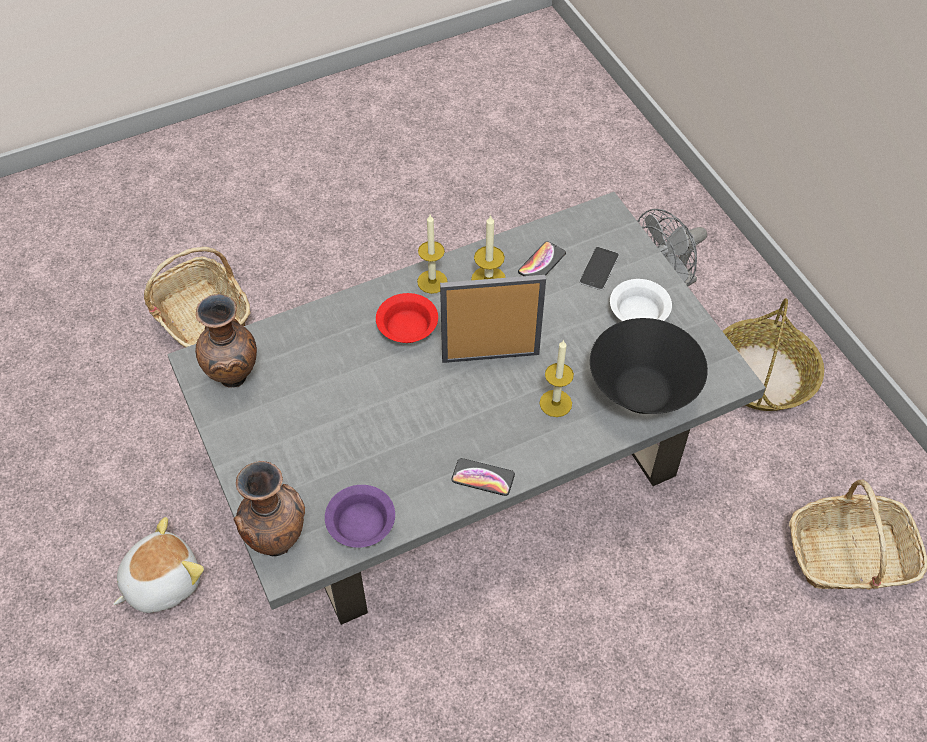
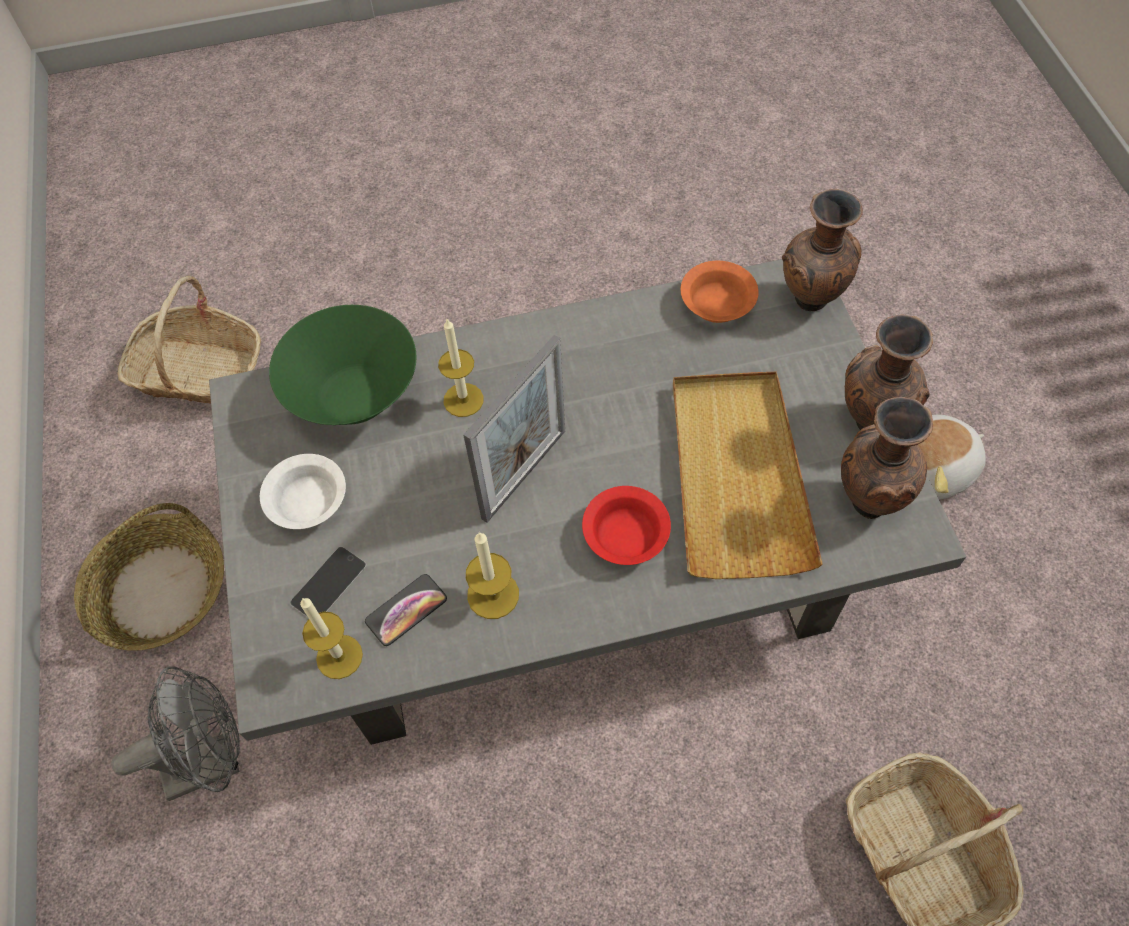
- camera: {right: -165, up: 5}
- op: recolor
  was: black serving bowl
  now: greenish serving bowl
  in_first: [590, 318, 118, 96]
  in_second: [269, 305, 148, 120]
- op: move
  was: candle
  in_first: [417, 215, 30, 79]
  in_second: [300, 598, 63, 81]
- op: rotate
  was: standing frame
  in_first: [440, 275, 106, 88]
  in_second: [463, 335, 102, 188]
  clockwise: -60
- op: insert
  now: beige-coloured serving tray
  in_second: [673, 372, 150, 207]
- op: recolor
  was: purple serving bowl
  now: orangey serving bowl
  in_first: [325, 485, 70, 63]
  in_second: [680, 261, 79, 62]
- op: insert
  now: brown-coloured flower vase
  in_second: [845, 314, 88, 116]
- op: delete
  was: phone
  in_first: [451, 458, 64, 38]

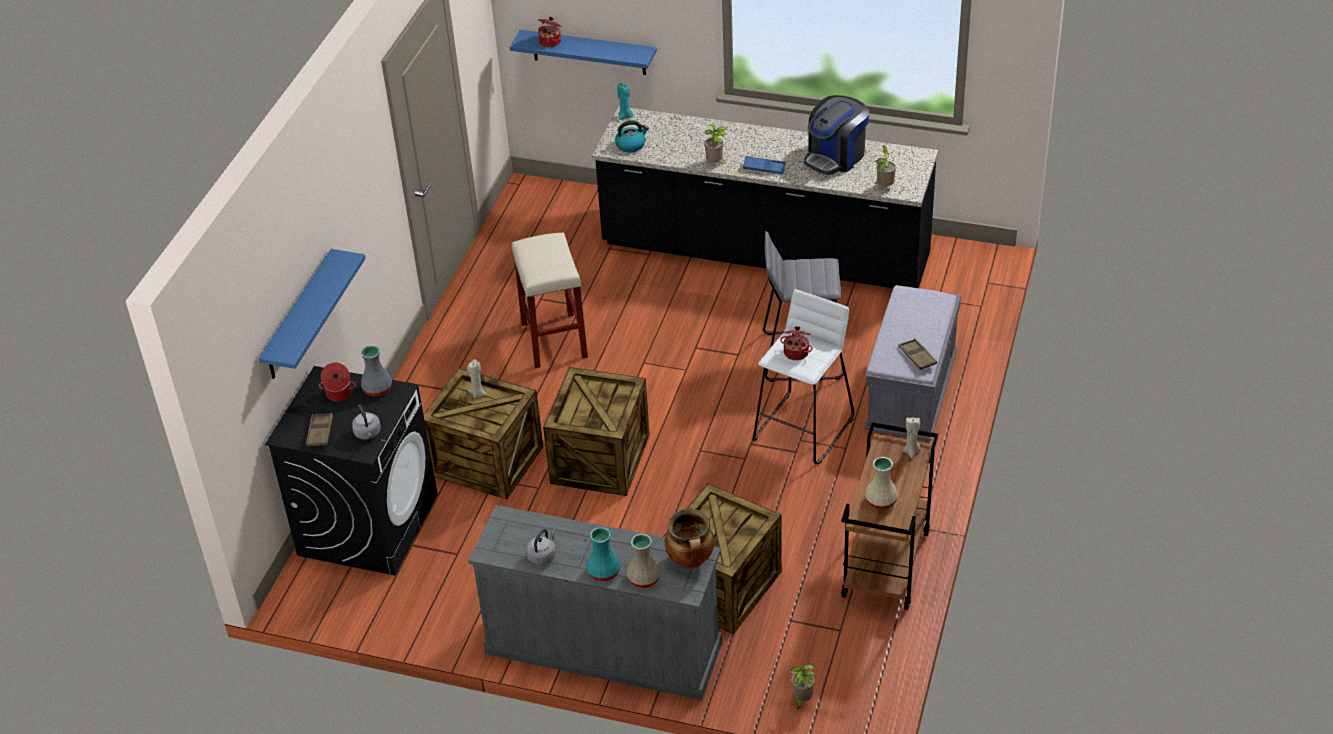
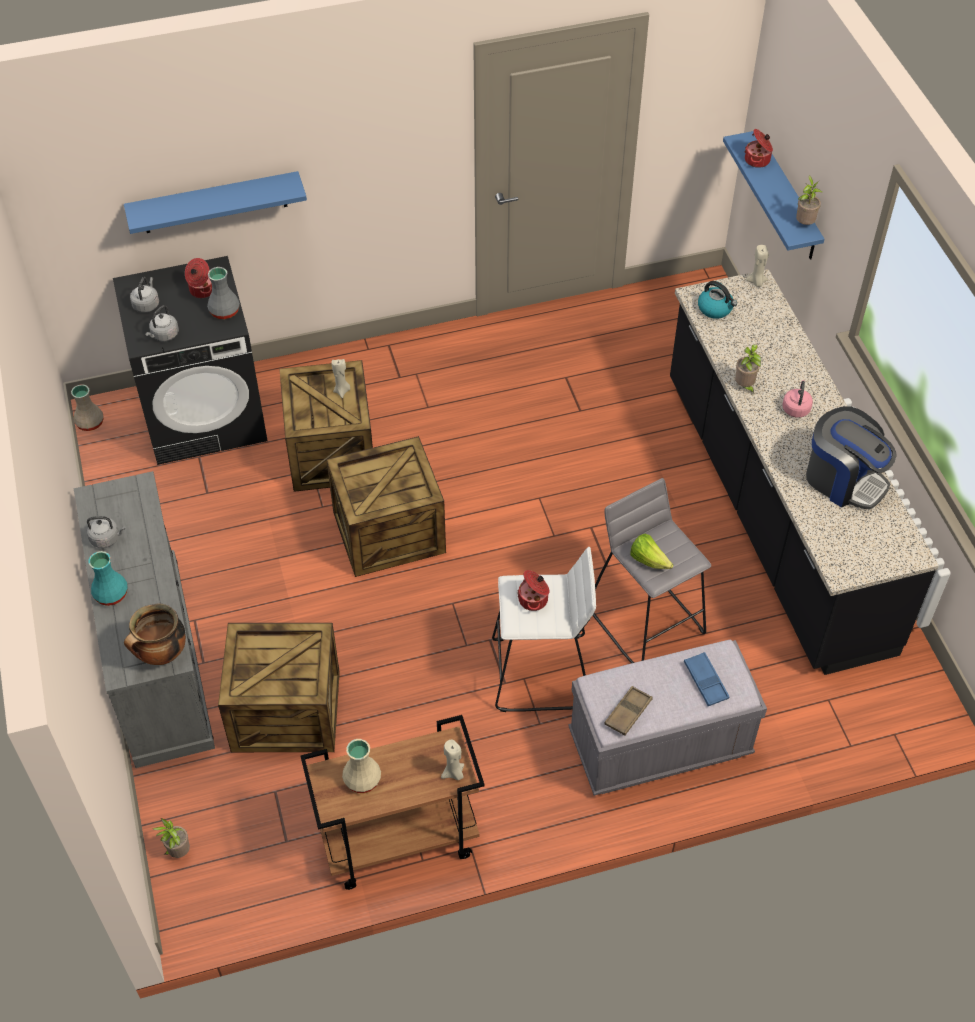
- camera: {right: 55, up: 10}
- op: move
  was: beige-coloured flower vase
  in_first: [627, 534, 34, 54]
  in_second: [71, 384, 33, 47]
- op: replace
  was: brown-coloured serving tray
  now: greyish tea kettle
  in_first: [306, 413, 27, 34]
  in_second: [130, 277, 29, 36]
- op: insert
  now: lettuce head
  in_second: [631, 533, 43, 36]
- op: move
  was: blue-coloured serving tray
  in_first: [743, 156, 43, 19]
  in_second: [684, 652, 46, 54]
- op: recolor
  was: blue-green candle
  now: beige-coloured candle
  in_first: [617, 83, 16, 37]
  in_second: [746, 245, 23, 42]
- op: insert
  now: pink-coloured tea kettle
  in_second: [782, 380, 31, 38]
- op: move
  was: potted plant
  in_first: [874, 145, 22, 41]
  in_second: [796, 175, 26, 50]
- op: rotate
  was: coffee brewer
  in_first: [804, 95, 65, 80]
  in_second: [806, 406, 90, 104]
  clockwise: -150
- op: delete
  was: beige-coloured stool seat
  in_first: [512, 232, 76, 136]

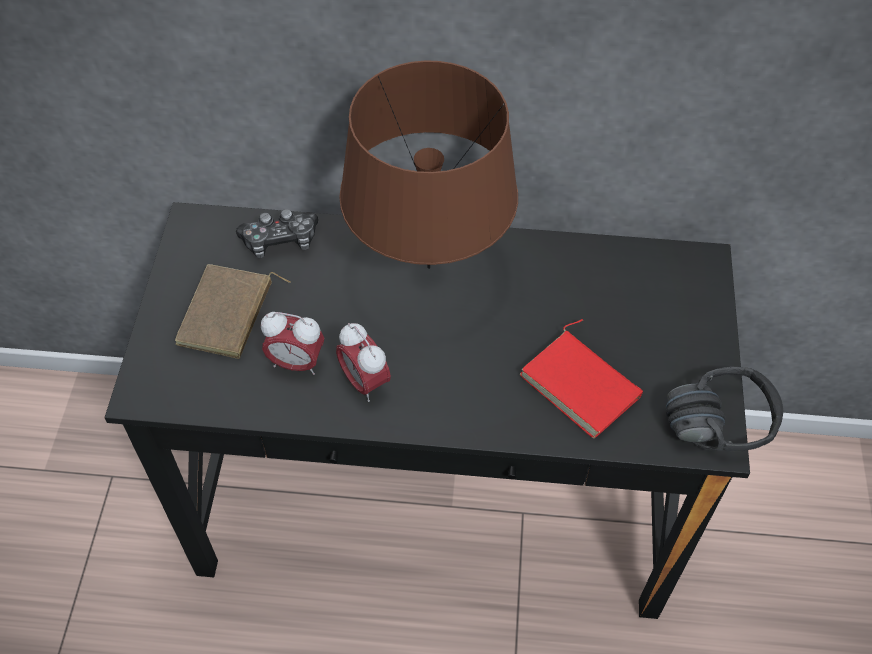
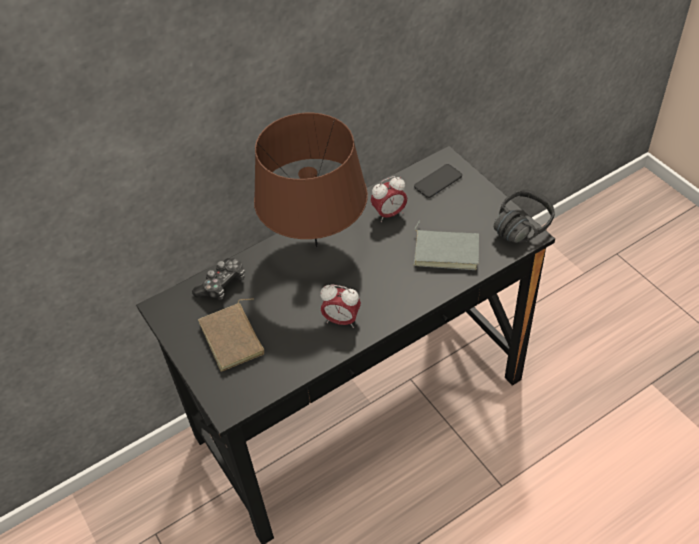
- camera: {right: -35, up: -5}
- op: move
  was: alarm clock
  in_first: [261, 312, 63, 63]
  in_second: [371, 176, 37, 46]
- op: insert
  now: phone
  in_second: [414, 164, 48, 34]
- op: recolor
  was: red-coloured bound book
  now: greyish bound book
  in_first: [520, 319, 123, 119]
  in_second: [414, 220, 65, 50]

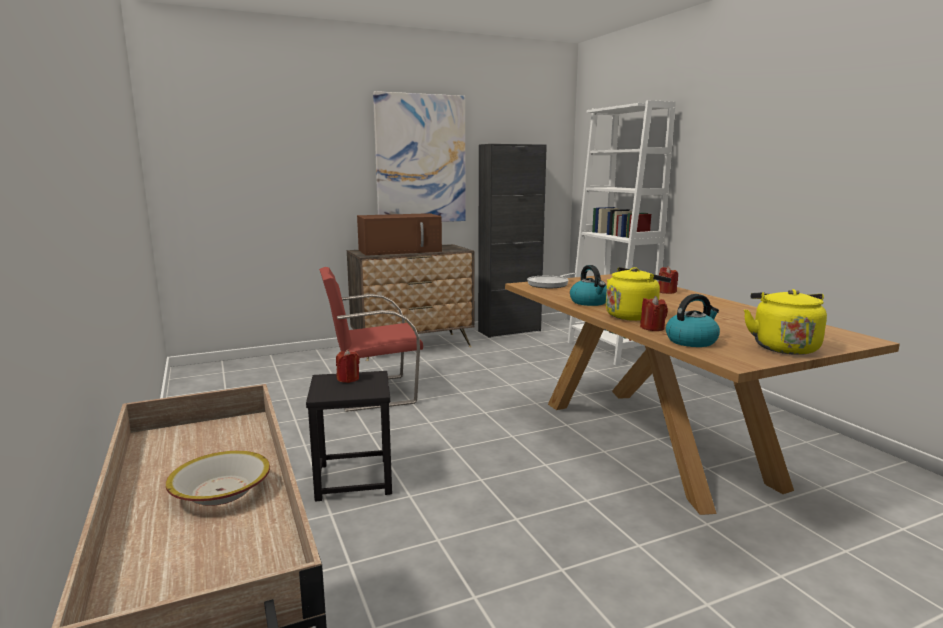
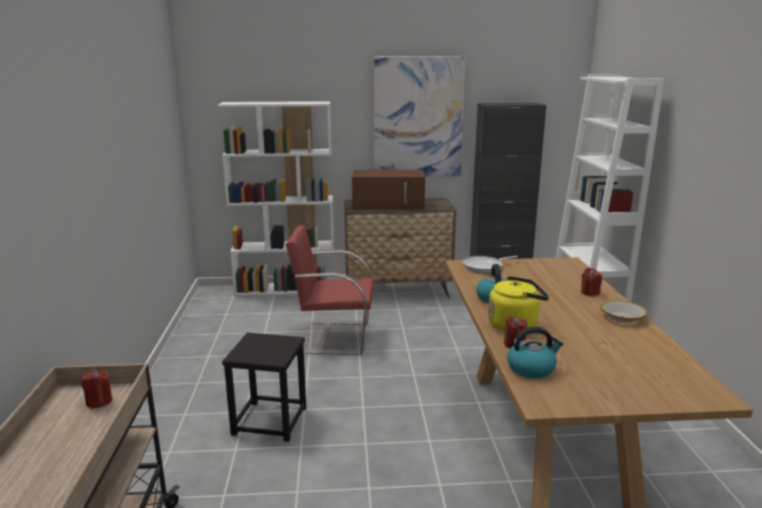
- camera: {right: 20, up: 5}
- op: move
  was: red-coloured candle
  in_first: [336, 349, 24, 34]
  in_second: [81, 369, 31, 40]
- op: insert
  now: whitish bookshelf
  in_second: [218, 101, 116, 195]
- op: move
  was: serving bowl
  in_first: [166, 451, 104, 55]
  in_second: [600, 300, 48, 23]
- op: delete
  was: yellow-coloured tea kettle
  in_first: [744, 289, 83, 66]

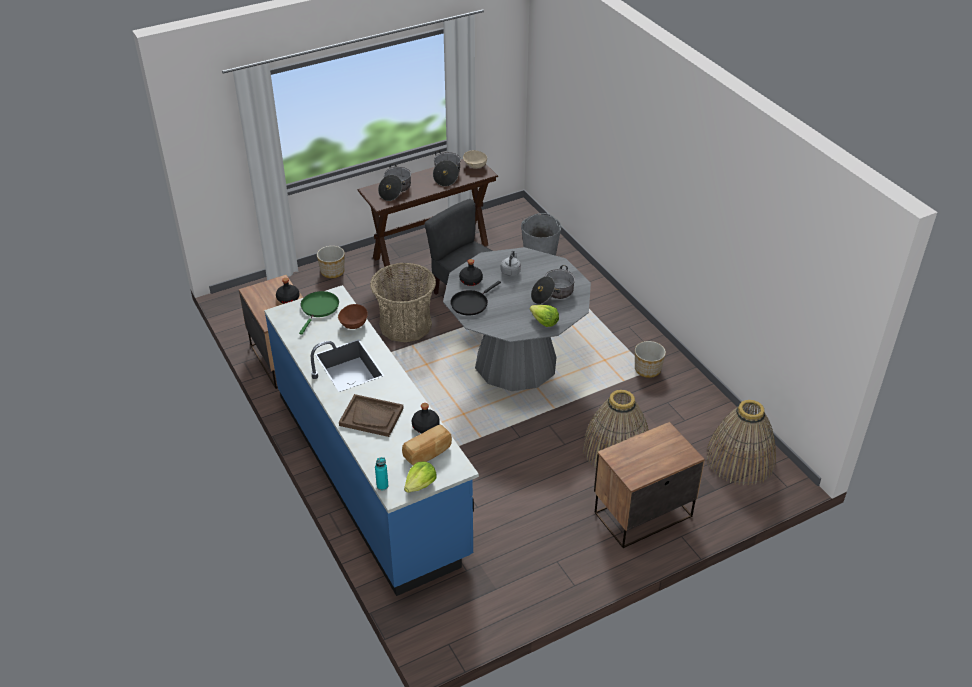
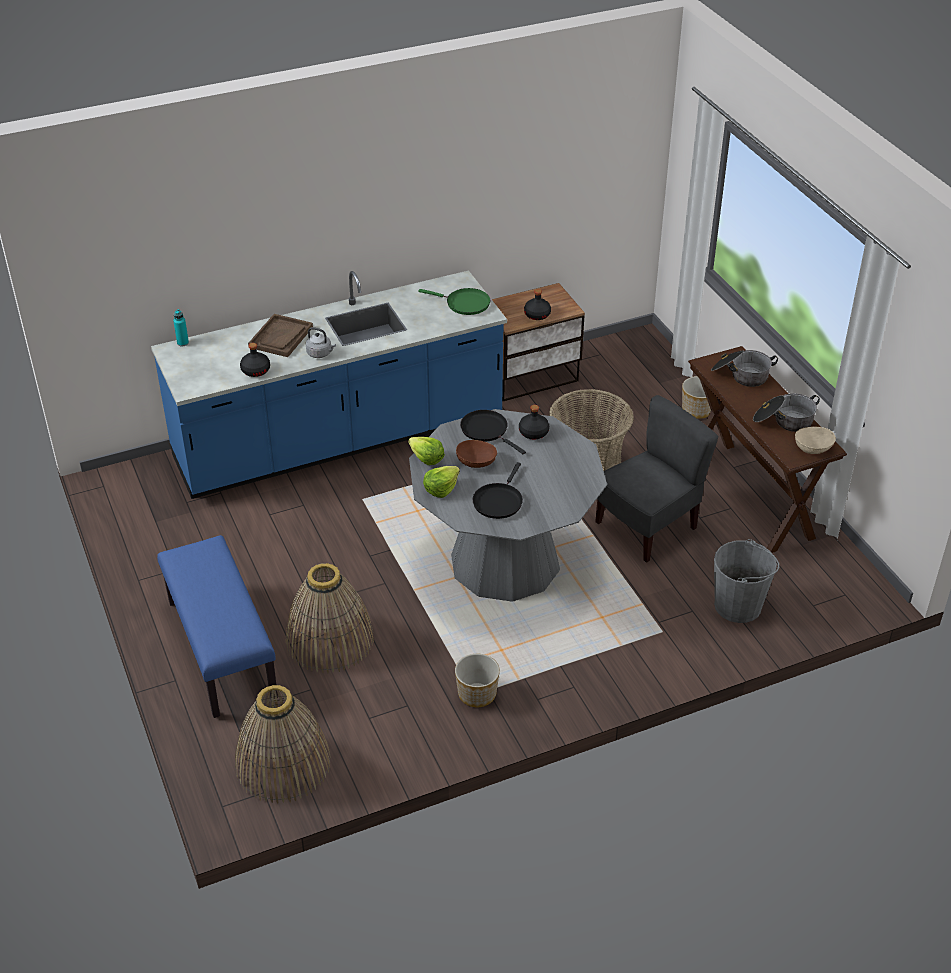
- camera: {right: 95, up: 0}
- op: replace
  was: nightstand
  now: blue-coloured bench
  in_first: [594, 422, 111, 126]
  in_second: [157, 535, 121, 183]
- op: move
  was: greyish tea kettle
  in_first: [501, 250, 20, 26]
  in_second: [306, 327, 30, 31]
- op: move
  was: lettuce head
  in_first: [404, 462, 32, 31]
  in_second: [408, 437, 37, 28]
- op: move
  was: brown-coloured serving bowl
  in_first: [338, 304, 30, 25]
  in_second: [456, 440, 41, 28]
- op: replace
  was: cooking pot
  now: black frying pan
  in_first: [531, 265, 44, 39]
  in_second: [472, 462, 51, 57]
- op: delete
  was: bakery bread
  in_first: [402, 425, 50, 40]

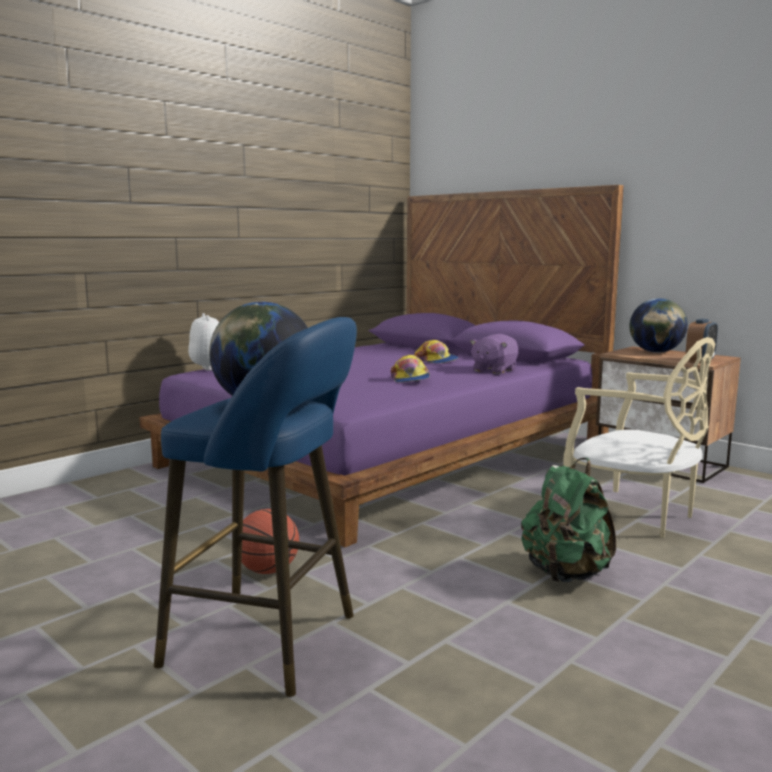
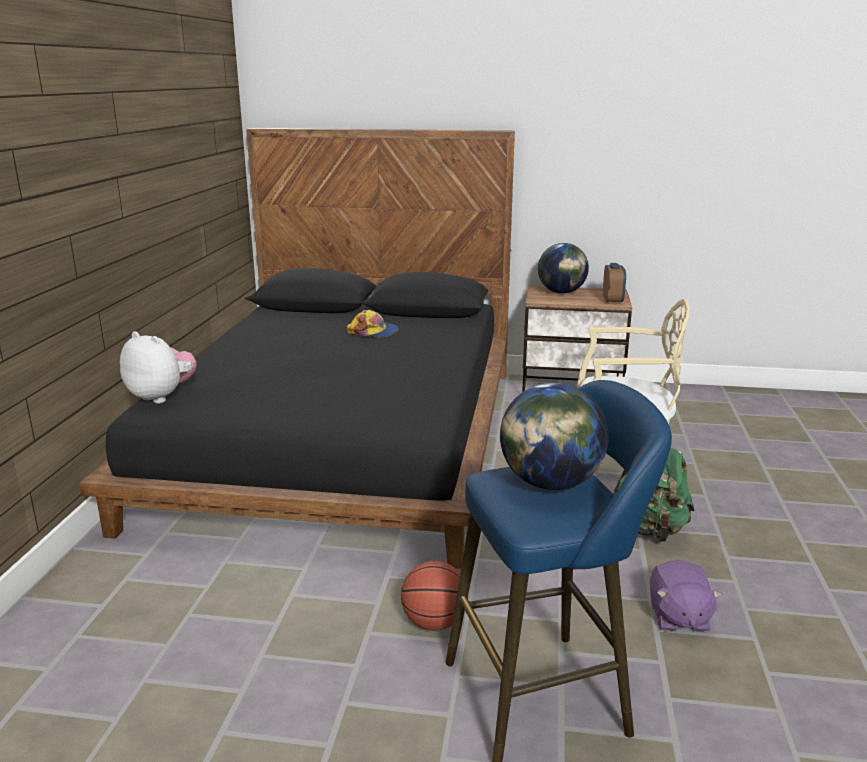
- camera: {right: -35, up: 10}
- op: recolor
  was: purple bed
  now: black bed
  in_first: [139, 185, 485, 362]
  in_second: [79, 128, 436, 441]
- op: move
  was: purple soft toy
  in_first: [470, 334, 48, 40]
  in_second: [650, 560, 73, 72]
- op: delete
  was: baseball cap
  in_first: [391, 355, 39, 27]

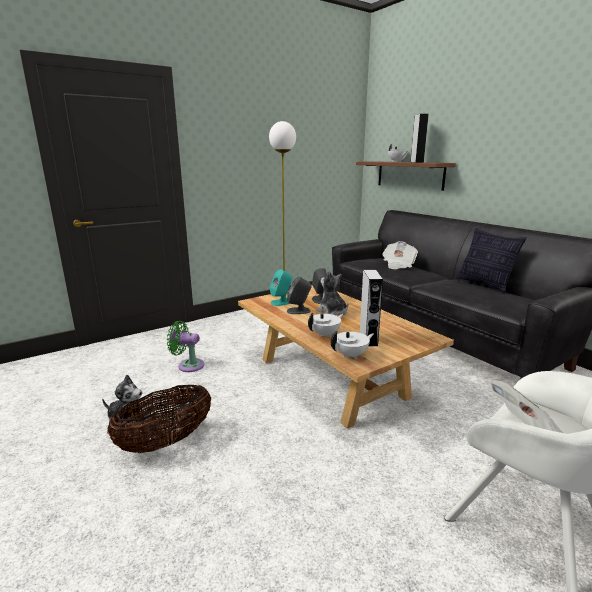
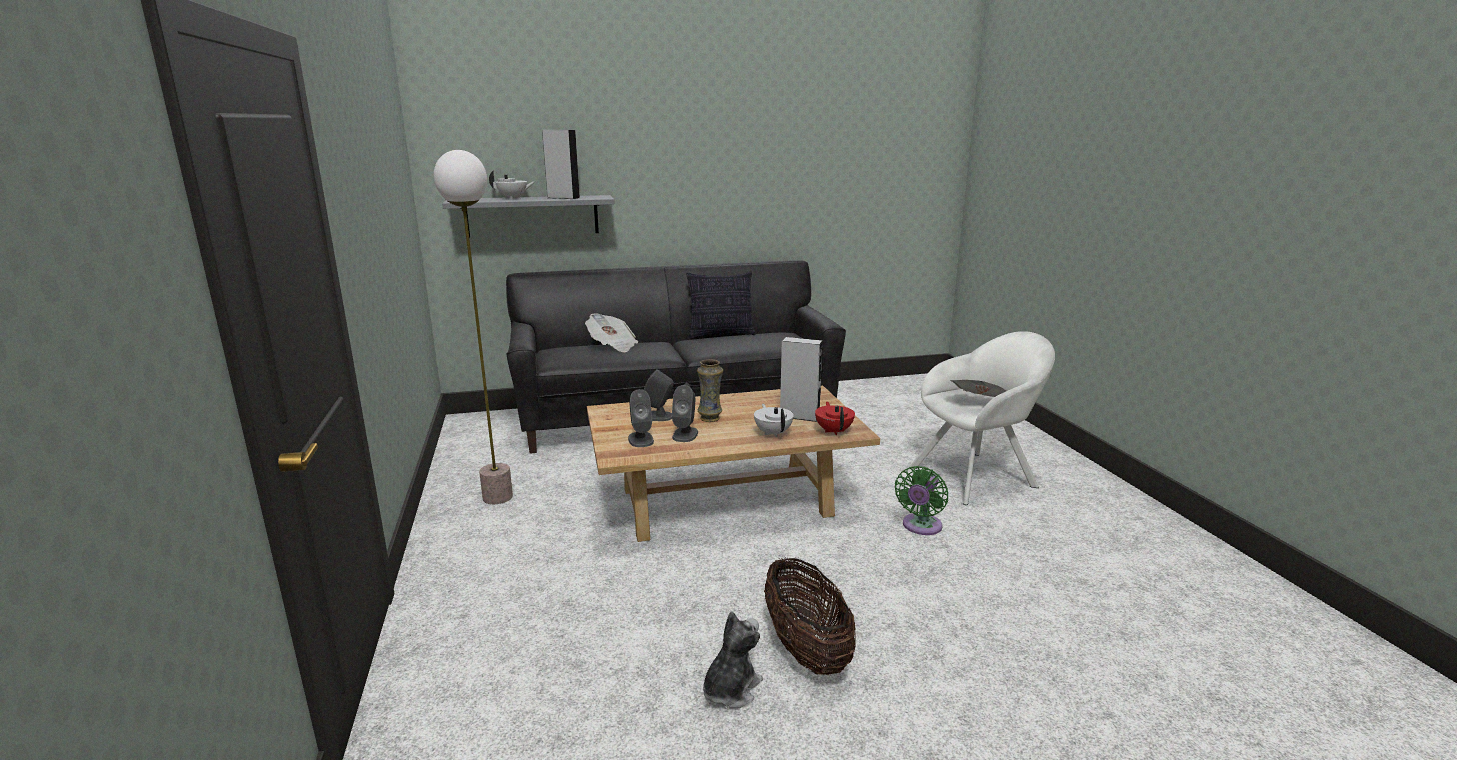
- camera: {right: -70, up: 0}
- op: recolor
  was: brown-coloured shelf
  now: greyish shelf
  in_first: [356, 161, 100, 30]
  in_second: [442, 195, 173, 43]
- op: recolor
  was: blue-green speaker
  now: greyish speaker
  in_first: [270, 270, 22, 36]
  in_second: [628, 389, 26, 58]
- op: replace
  was: soft toy
  now: flower vase
  in_first: [316, 271, 32, 45]
  in_second: [697, 359, 26, 63]
- op: recolor
  was: whitish teapot
  now: red-coloured teapot
  in_first: [331, 331, 43, 28]
  in_second: [815, 402, 40, 33]
- op: move
  was: greenish fan
  in_first: [167, 321, 37, 51]
  in_second: [895, 466, 53, 69]

